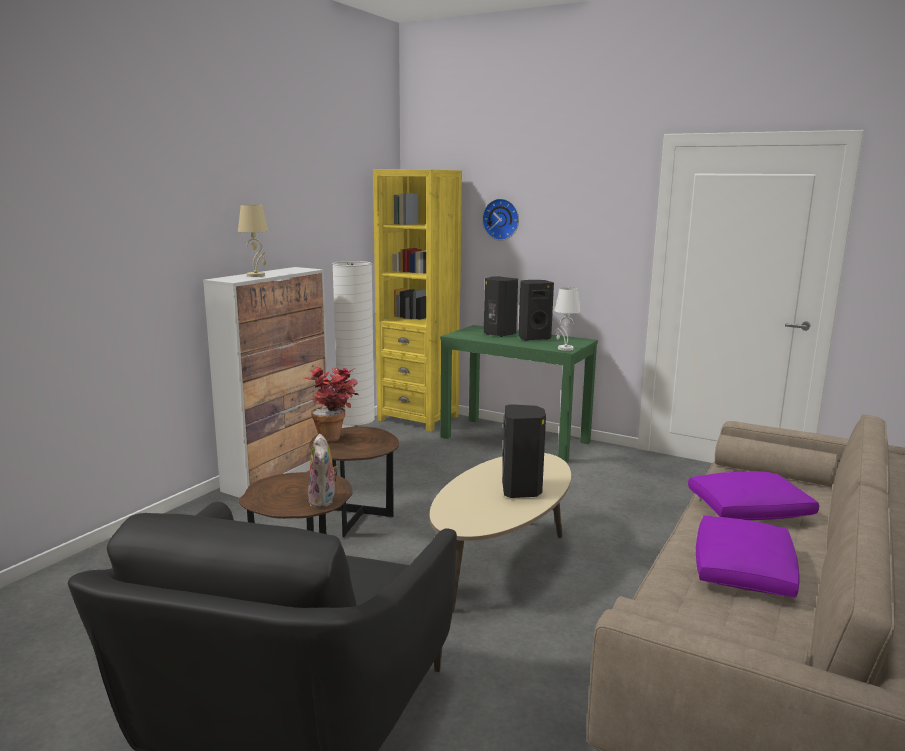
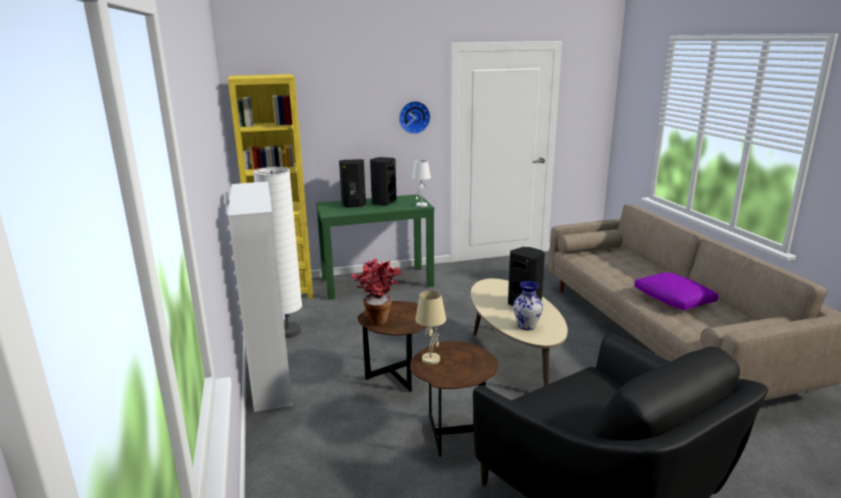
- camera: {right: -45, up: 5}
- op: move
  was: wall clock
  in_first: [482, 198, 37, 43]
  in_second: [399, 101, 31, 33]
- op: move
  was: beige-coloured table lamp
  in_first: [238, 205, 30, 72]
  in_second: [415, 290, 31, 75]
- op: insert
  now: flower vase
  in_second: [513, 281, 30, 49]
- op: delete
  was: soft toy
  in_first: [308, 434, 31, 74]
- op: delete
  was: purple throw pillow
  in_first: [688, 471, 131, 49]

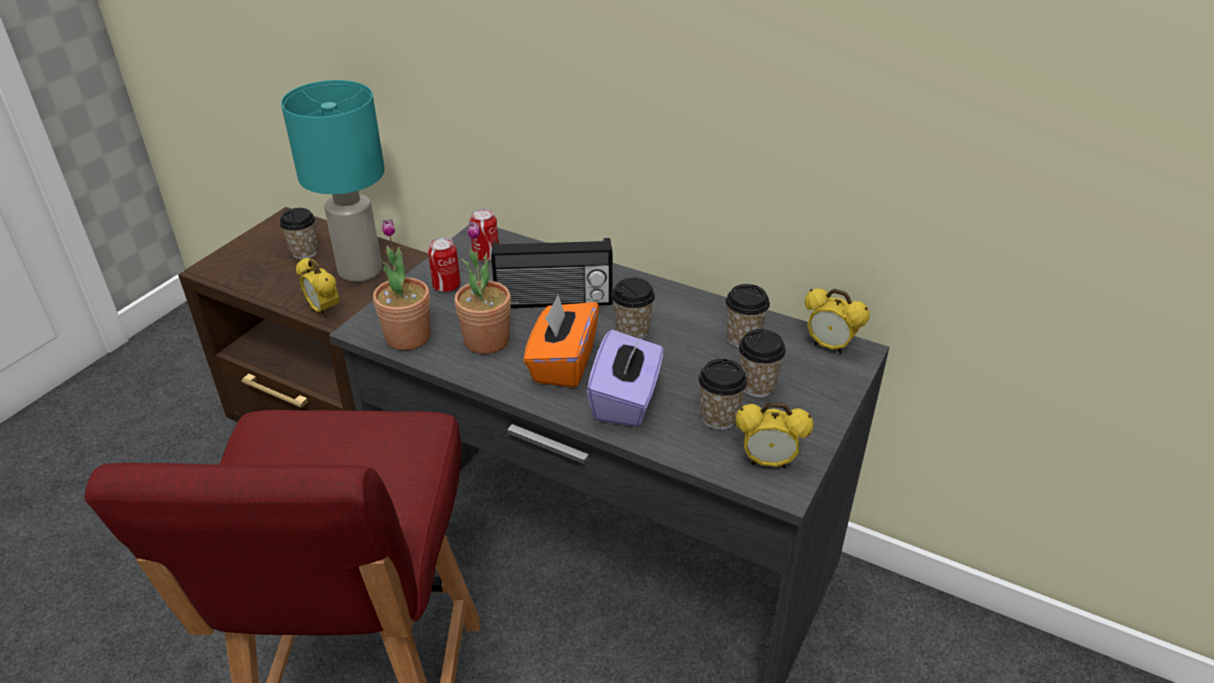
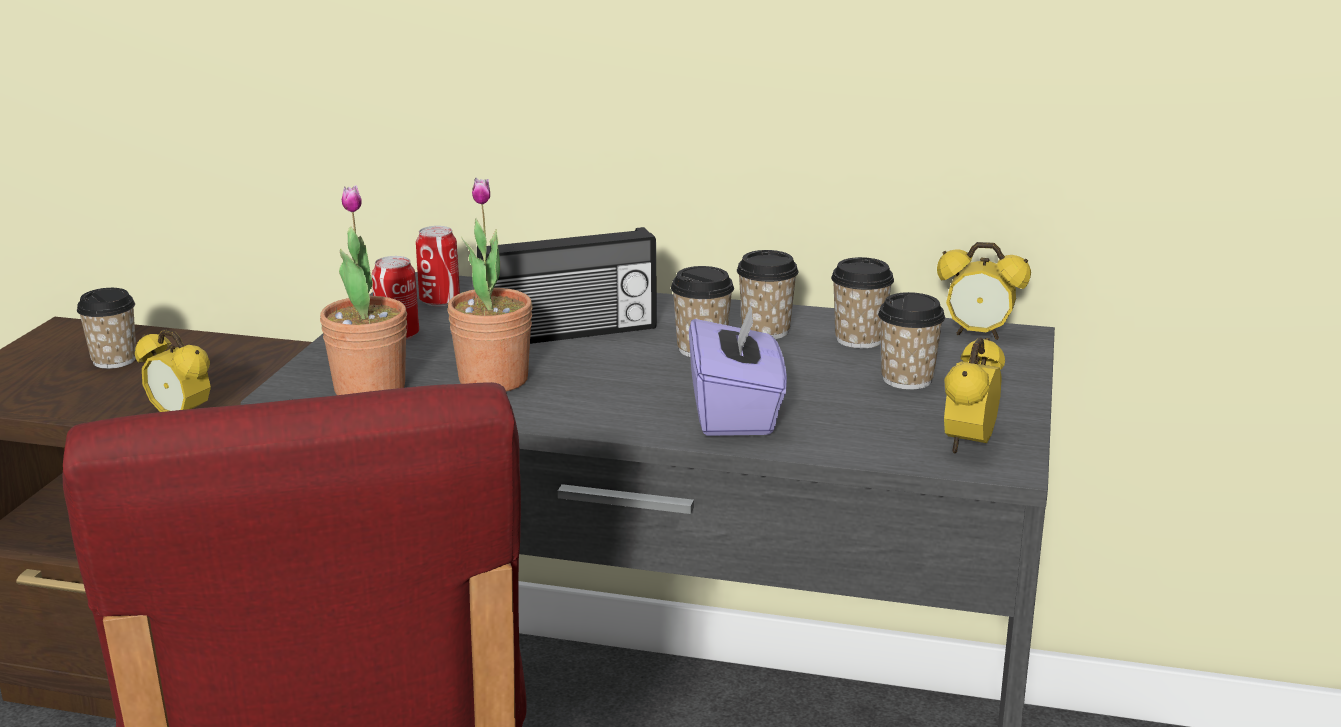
- camera: {right: -15, up: -15}
- op: move
  was: cup
  in_first: [698, 359, 49, 71]
  in_second: [737, 250, 61, 89]
- op: rotate
  was: alarm clock
  in_first: [736, 402, 77, 67]
  in_second: [944, 337, 61, 117]
  clockwise: 120
- op: delete
  was: blue-green table lamp
  in_first: [281, 80, 104, 202]
- op: delete
  was: orangey tissue holder
  in_first: [524, 295, 75, 93]

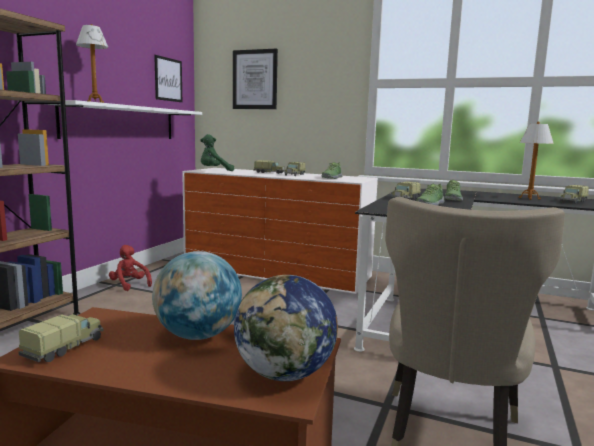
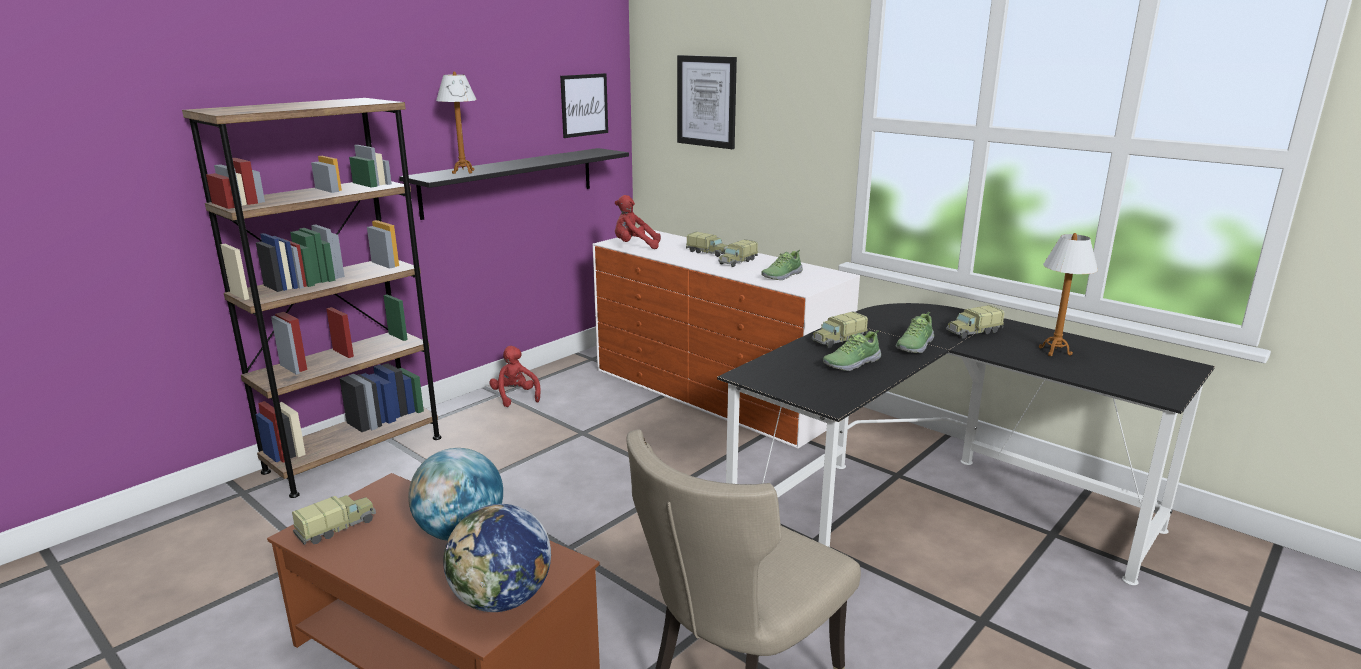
- camera: {right: 20, up: 10}
- op: recolor
  was: whitish shelf
  now: black shelf
  in_first: [46, 100, 156, 39]
  in_second: [399, 148, 230, 72]
- op: recolor
  was: greenish soft toy
  now: red-coloured soft toy
  in_first: [200, 134, 34, 37]
  in_second: [615, 195, 46, 54]
- op: move
  was: toy truck
  in_first: [560, 185, 29, 19]
  in_second: [946, 305, 58, 34]

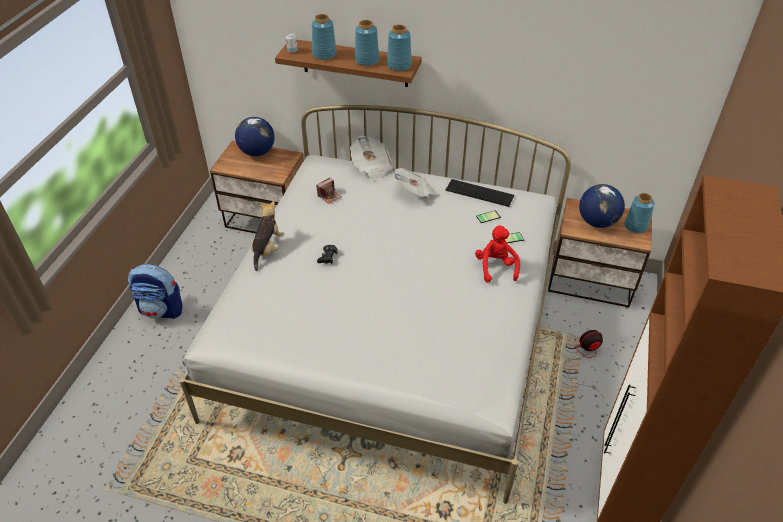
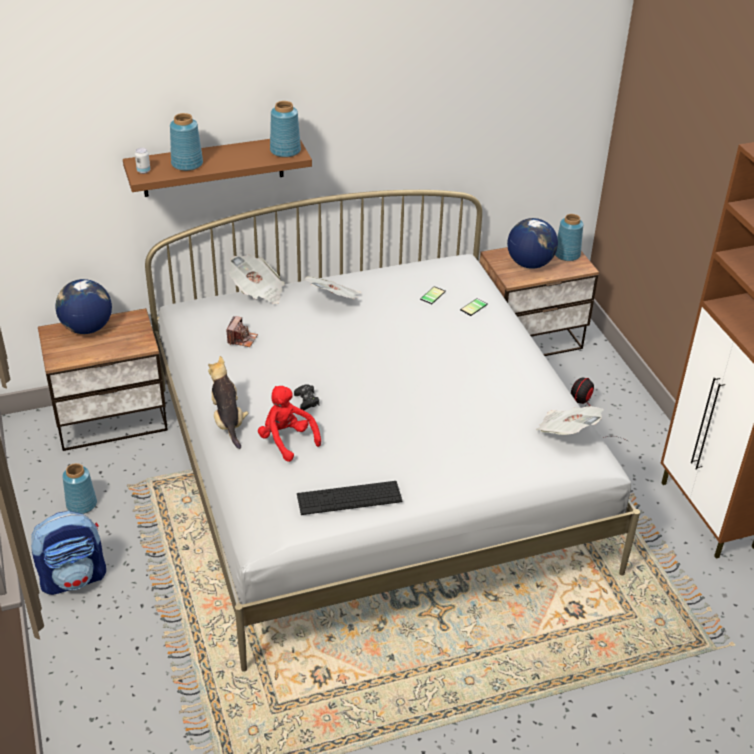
- camera: {right: -35, up: -5}
- op: move
  was: blue-coloured flower vase
  in_first: [355, 20, 24, 46]
  in_second: [62, 463, 35, 51]
- op: move
  was: red-coloured soft toy
  in_first: [475, 225, 45, 58]
  in_second: [258, 386, 63, 76]
- op: move
  was: PC keyboard
  in_first: [446, 179, 68, 28]
  in_second: [297, 481, 105, 34]
- op: insert
  now: newspaper
  in_second: [536, 406, 68, 29]

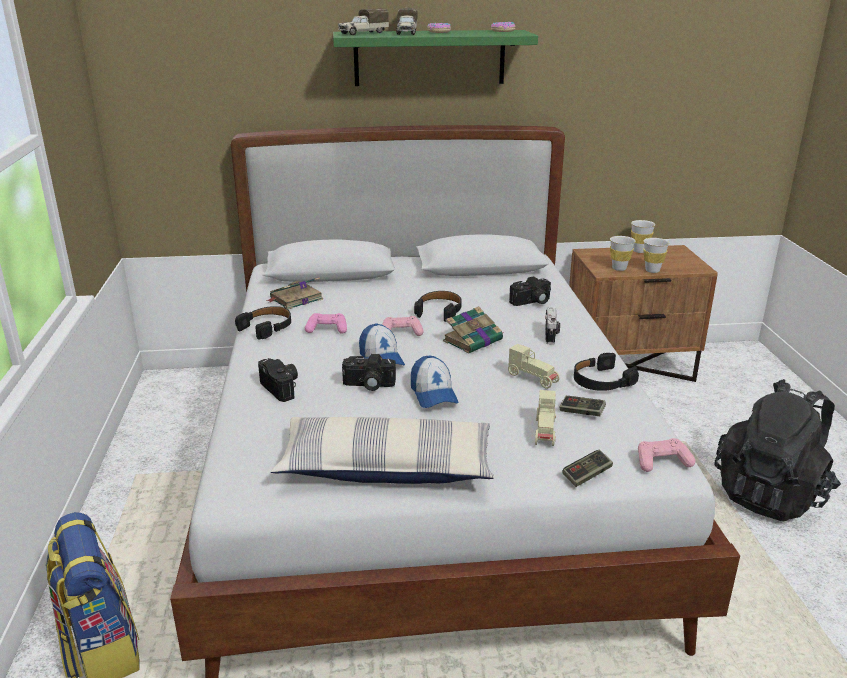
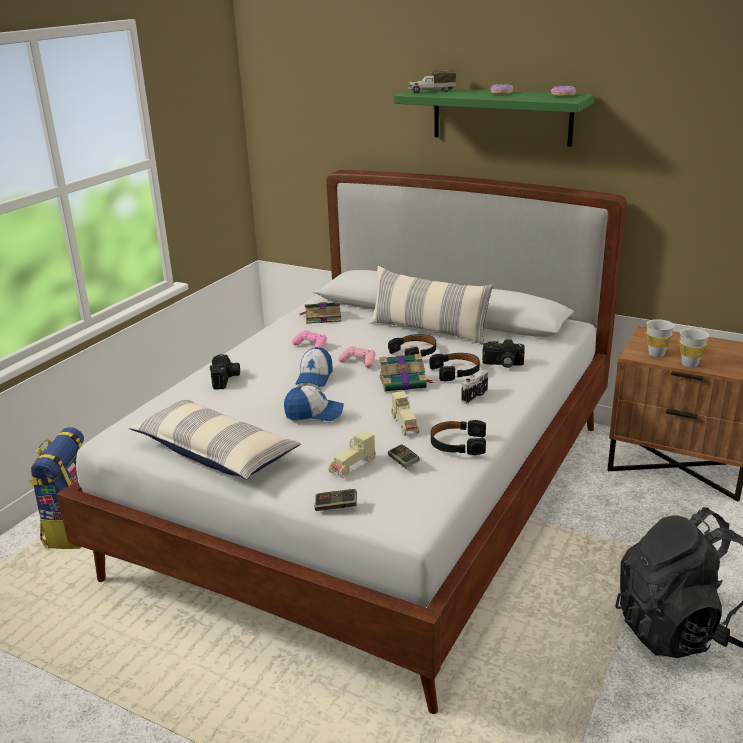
- camera: {right: 35, up: 0}
- op: rotate
  was: baseball cap
  in_first: [411, 355, 47, 53]
  in_second: [284, 386, 60, 35]
  clockwise: -105
- op: insert
  now: throw pillow
  in_second: [370, 265, 123, 80]
- op: move
  was: black headset
  in_first: [235, 306, 56, 33]
  in_second: [429, 353, 51, 28]
- op: delete
  was: photo camera
  in_first: [342, 354, 54, 37]
- op: delete
  was: toy truck
  in_first: [396, 7, 22, 28]
- op: delete
  was: whitish cup
  in_first: [631, 220, 24, 33]
- op: delete
  was: pink-coloured gamepad
  in_first: [638, 438, 58, 34]

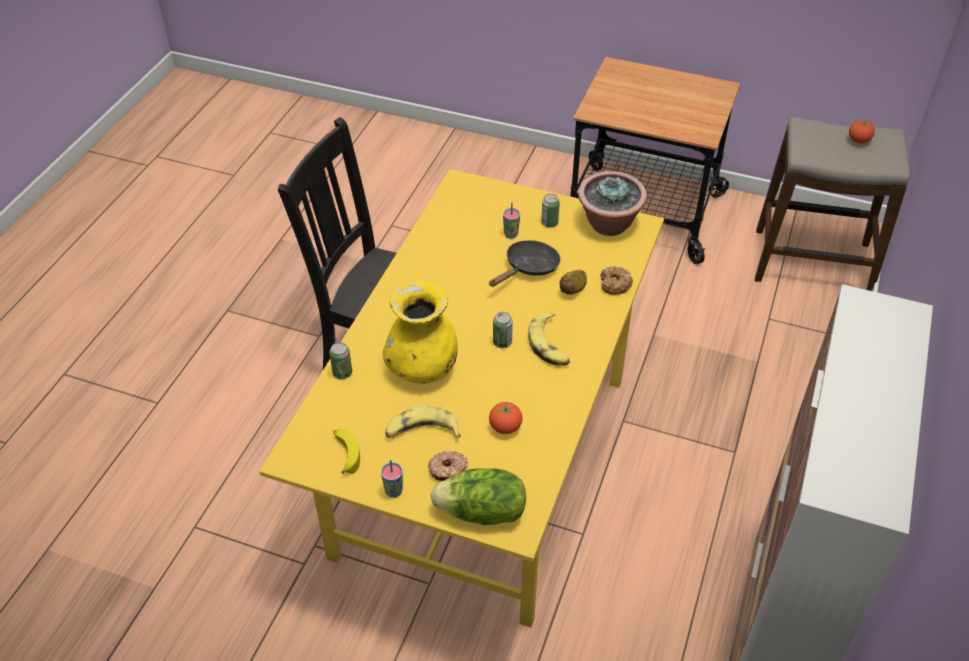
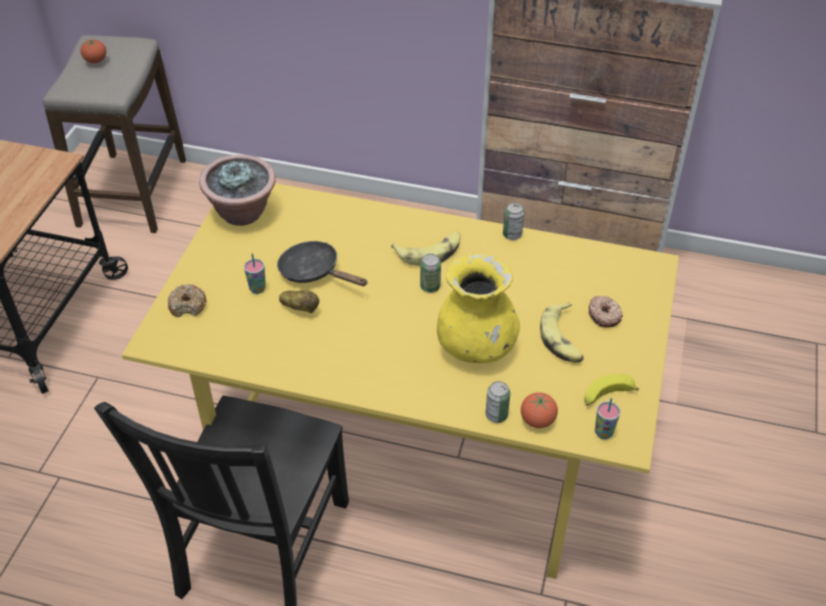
- camera: {right: -95, up: 0}
- op: move
  was: ring doughnut
  in_first: [600, 266, 33, 29]
  in_second: [168, 284, 38, 33]
- op: move
  was: spud
  in_first: [560, 270, 27, 24]
  in_second: [279, 290, 40, 23]
- op: move
  was: sealed can
  in_first: [541, 194, 19, 34]
  in_second: [503, 202, 21, 38]
- op: move
  was: tomato
  in_first: [489, 402, 33, 32]
  in_second: [521, 392, 37, 36]
- op: move
  was: cup
  in_first: [381, 460, 22, 38]
  in_second: [595, 398, 26, 41]
- op: delete
  was: lettuce head
  in_first: [430, 468, 96, 57]

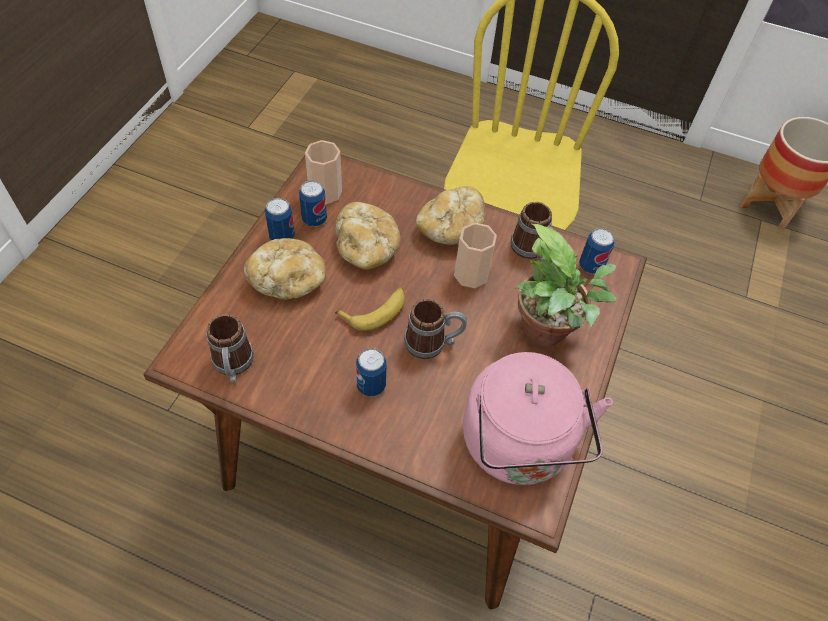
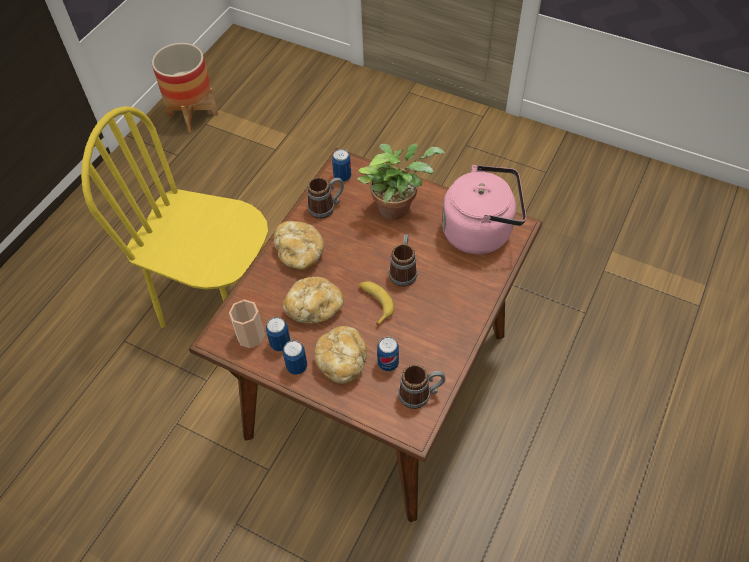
- camera: {right: -80, up: 0}
- op: move
  was: sealed can
  in_first: [356, 348, 31, 48]
  in_second: [377, 337, 22, 34]
- op: delete
  was: cup
  in_first: [454, 223, 43, 65]

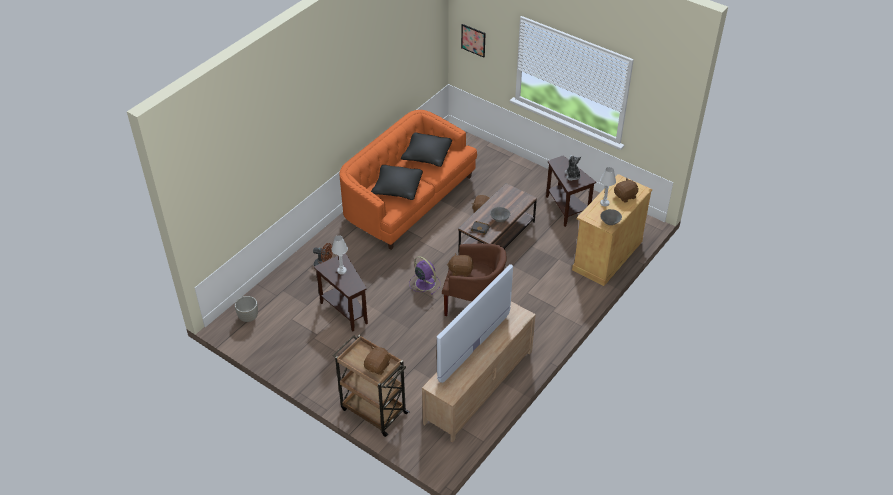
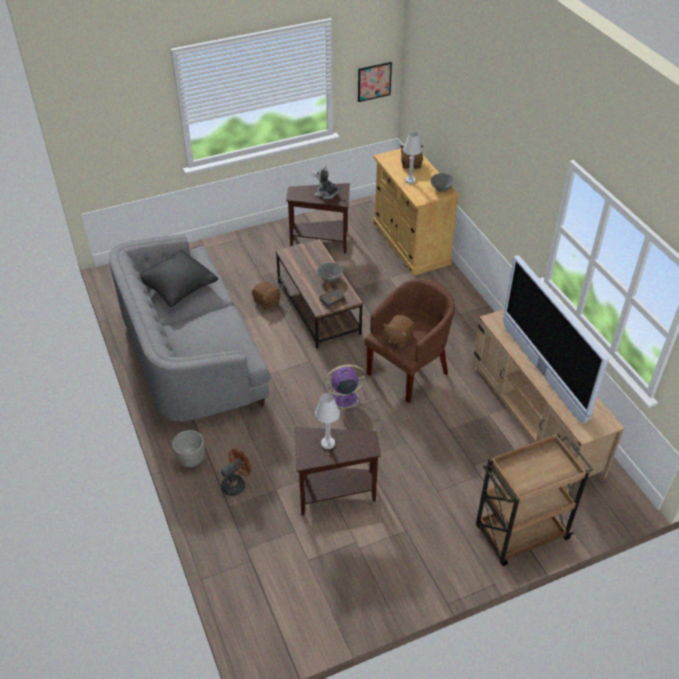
- camera: {right: -60, up: 0}
- op: recolor
  was: orangey couch
  now: greyish couch
  in_first: [339, 110, 138, 140]
  in_second: [109, 234, 161, 187]
- op: move
  was: greyish flower pot
  in_first: [235, 296, 23, 26]
  in_second: [172, 430, 33, 37]
- op: move
  was: wall art
  in_first: [461, 24, 24, 33]
  in_second: [358, 62, 34, 40]
- op: delete
  was: brown-coloured soft toy
  in_first: [364, 346, 27, 29]
- op: delete
  was: black throw pillow
  in_first: [371, 165, 52, 35]

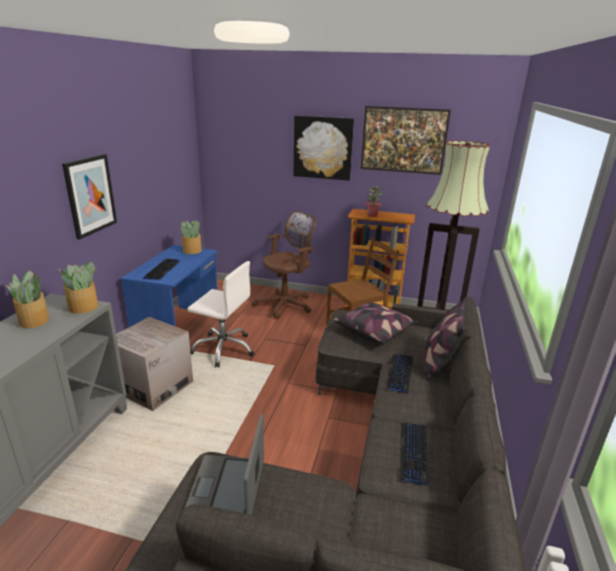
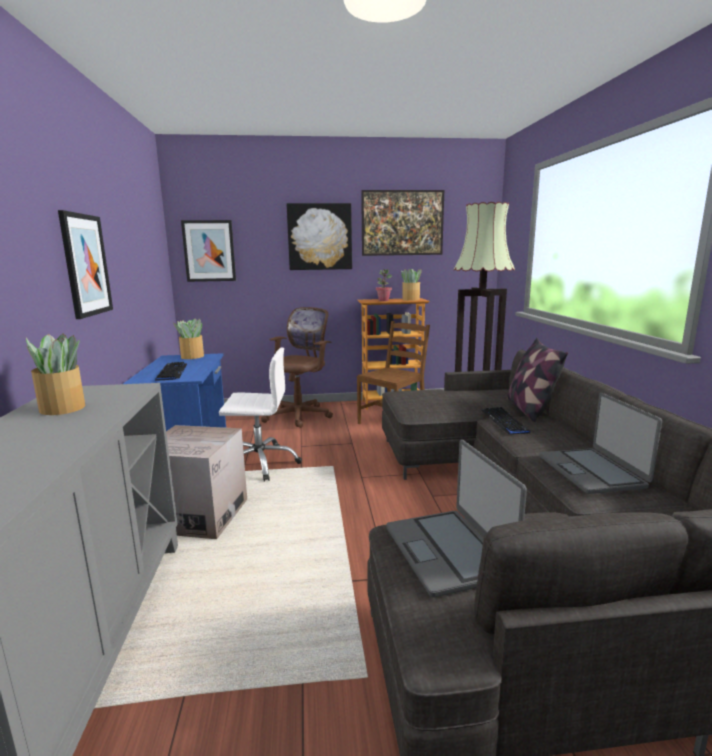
- camera: {right: -20, up: -10}
- op: insert
  now: wall art
  in_second: [181, 220, 55, 62]
- op: move
  was: potted plant
  in_first: [58, 262, 40, 52]
  in_second: [401, 269, 21, 32]
- op: replace
  was: PC keyboard
  now: portable computer
  in_first: [400, 423, 28, 63]
  in_second: [539, 393, 123, 101]
- op: delete
  was: throw pillow
  in_first: [333, 302, 85, 42]

